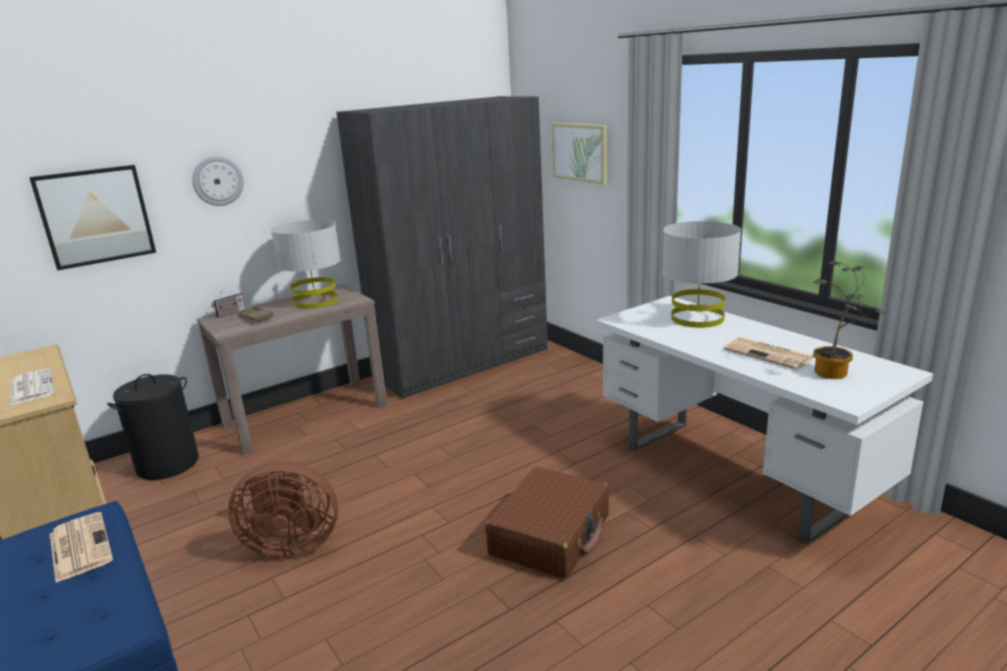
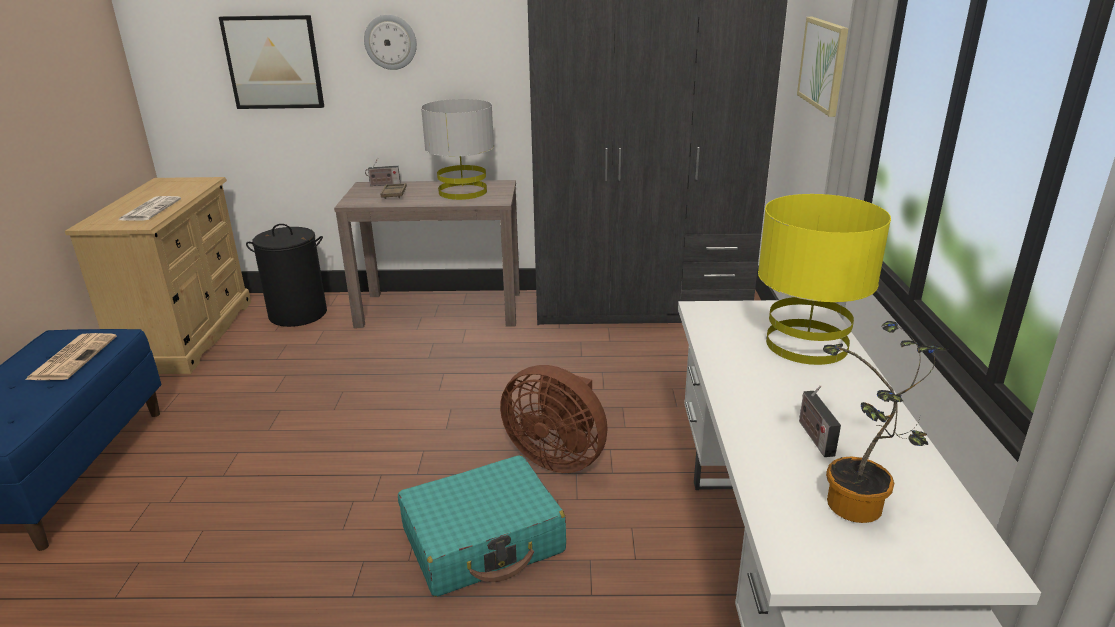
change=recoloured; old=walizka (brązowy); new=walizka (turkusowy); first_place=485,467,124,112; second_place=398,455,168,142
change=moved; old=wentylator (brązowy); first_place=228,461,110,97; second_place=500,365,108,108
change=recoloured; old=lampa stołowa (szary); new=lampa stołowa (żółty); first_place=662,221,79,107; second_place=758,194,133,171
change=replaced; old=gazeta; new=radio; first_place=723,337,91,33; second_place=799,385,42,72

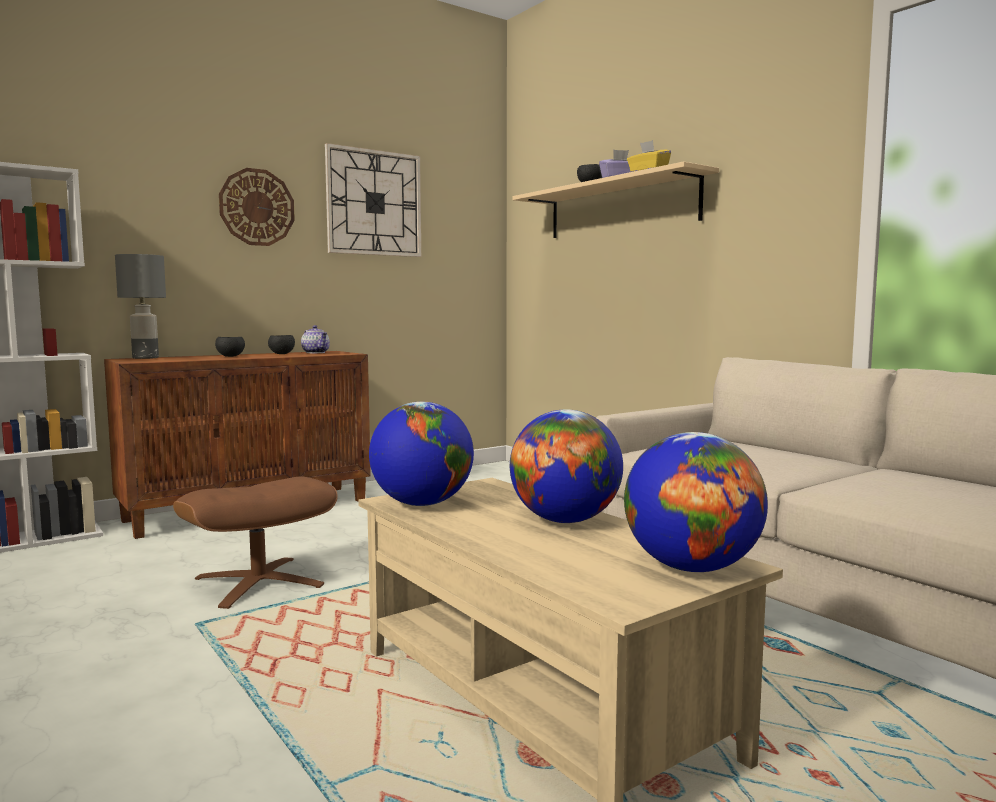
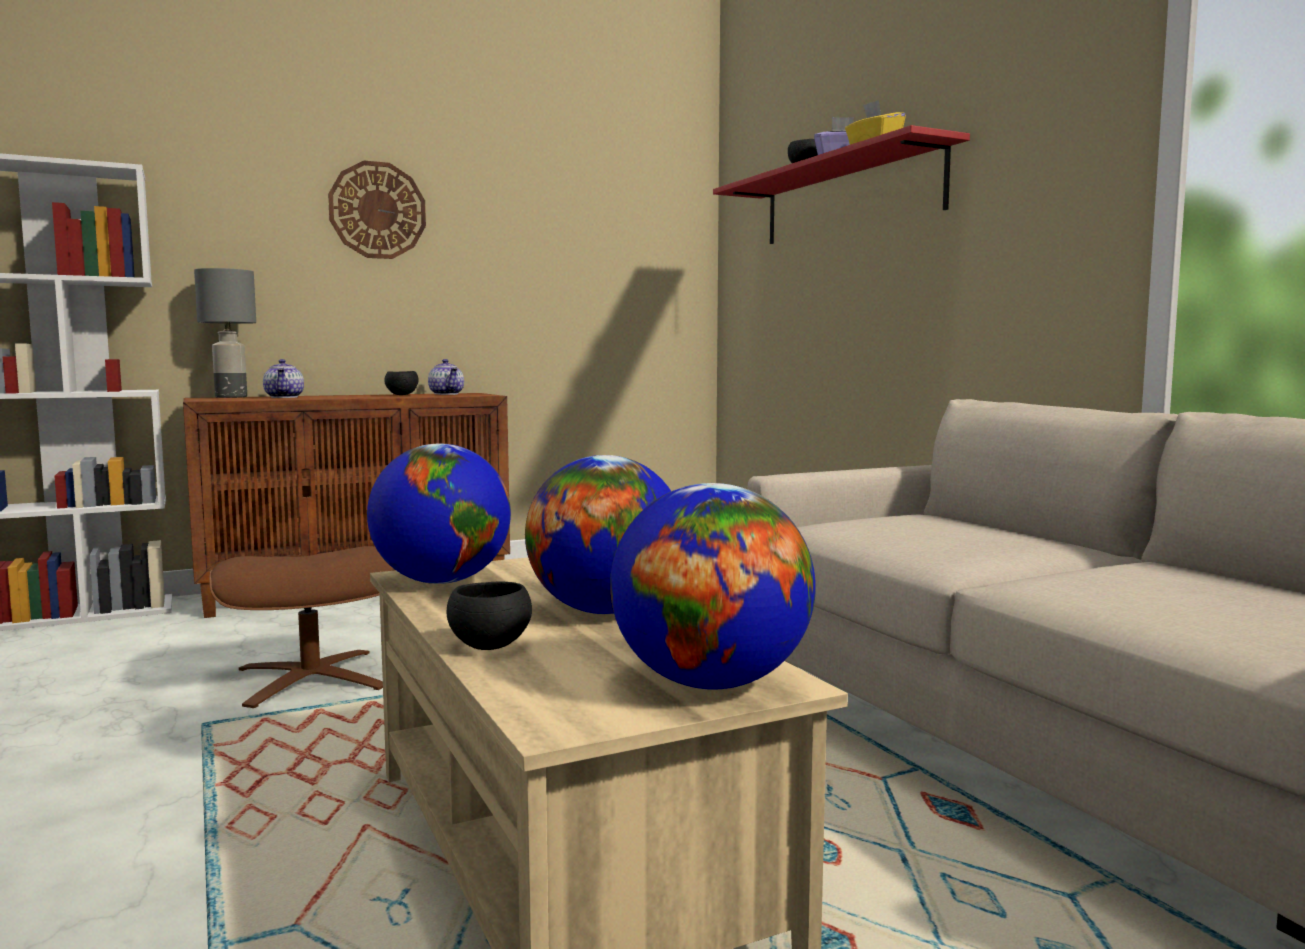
change=added; new=imbryk; second_place=263,359,41,39
change=moved; old=miska (czarny); first_place=215,337,30,20; second_place=447,581,85,69
change=recoloured; old=półka (beżowy); new=półka (czerwony); first_place=512,161,207,77; second_place=713,125,257,119
change=removed; old=zegar ścienny; first_place=325,143,96,114

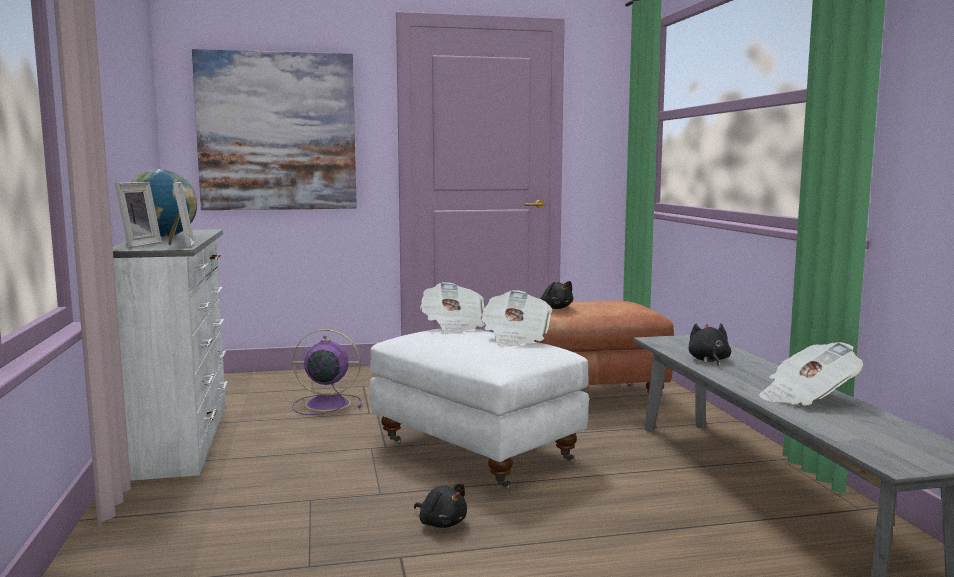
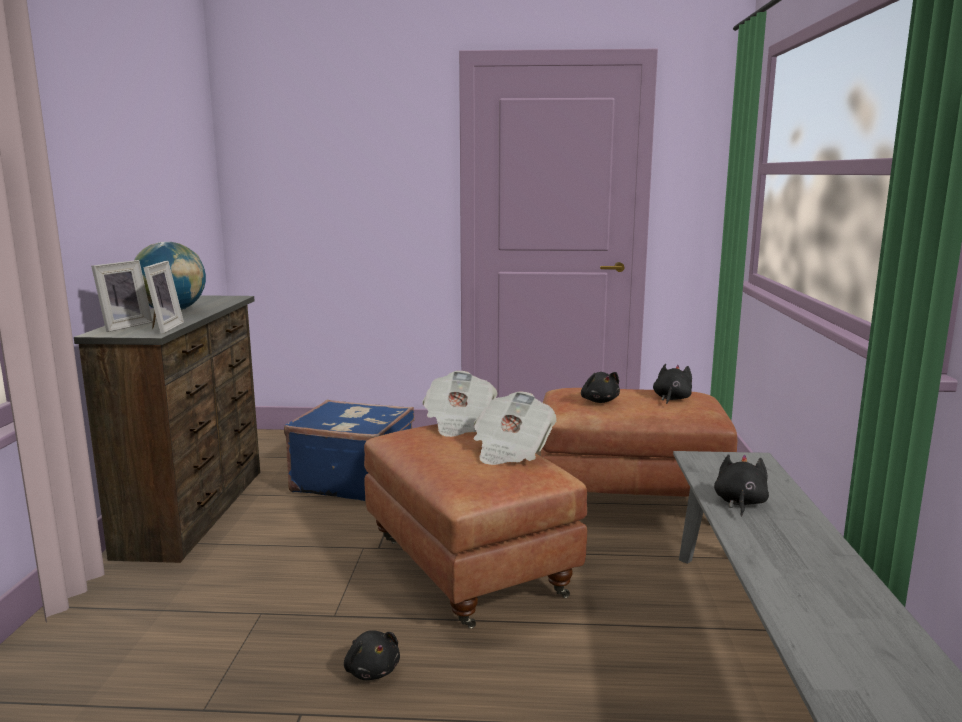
change=recoloured; old=komoda (biały); new=komoda (brązowy); first_place=113,229,115,252; second_place=74,295,186,268
change=replaced; old=wentylator (fioletowy); new=walizka (niebieski); first_place=292,329,69,86; second_place=284,400,131,101
change=recoloured; old=pufa (biały); new=pufa (brązowy); first_place=370,328,219,160; second_place=364,424,224,204
change=added; new=pluszak (czarny); second_place=653,364,39,40
change=removed; old=obraz; first_place=192,49,165,161
change=removed; old=gazeta; first_place=759,342,104,63

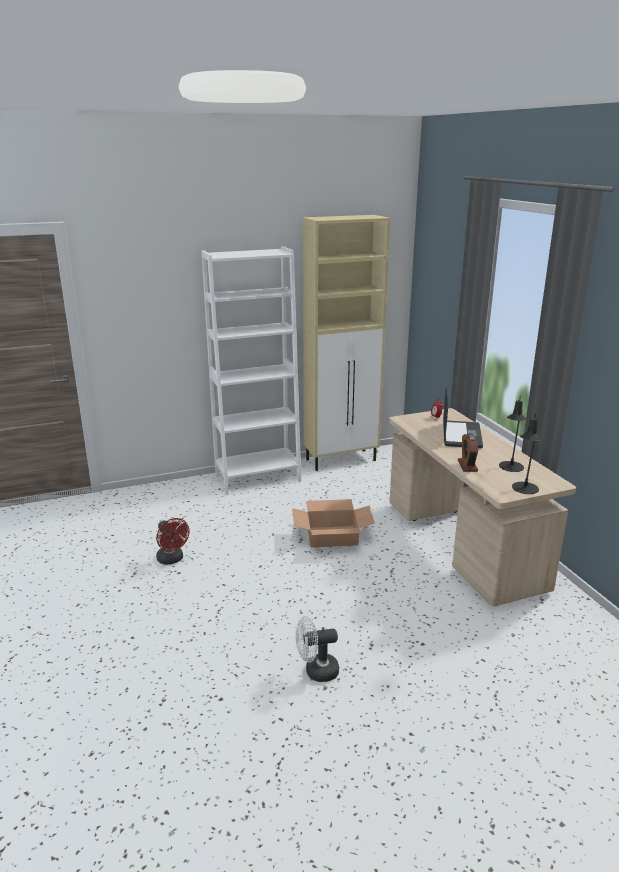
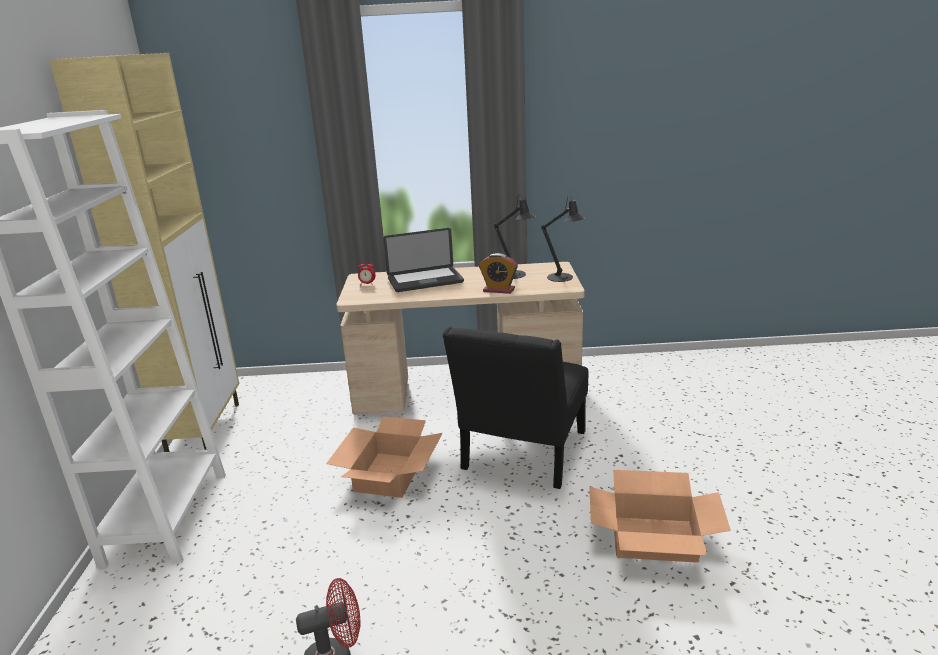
change=turned; old=laptop; first_place=443,388,40,60; second_place=383,228,81,64; degrees=135
change=added; new=krzesło (czarny); second_place=442,327,146,162
change=replaced; old=wentylator (biały); new=karton; first_place=295,616,44,66; second_place=590,470,141,93

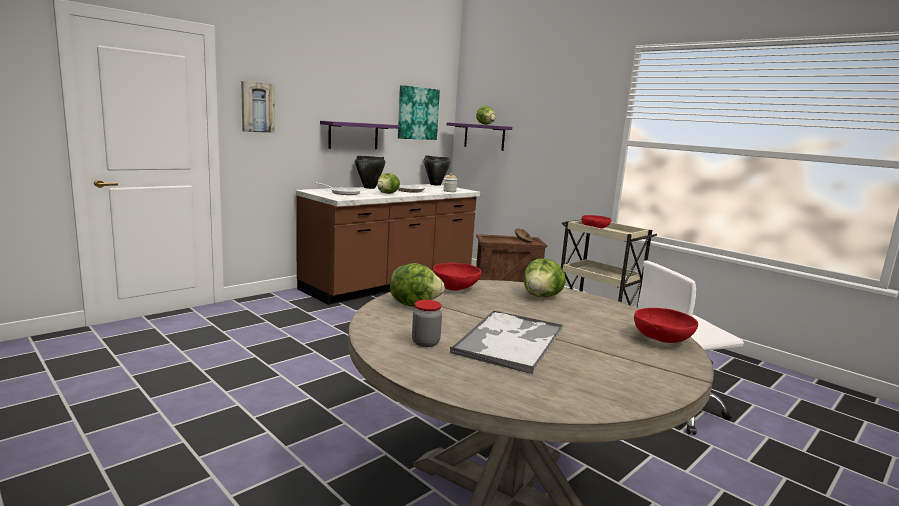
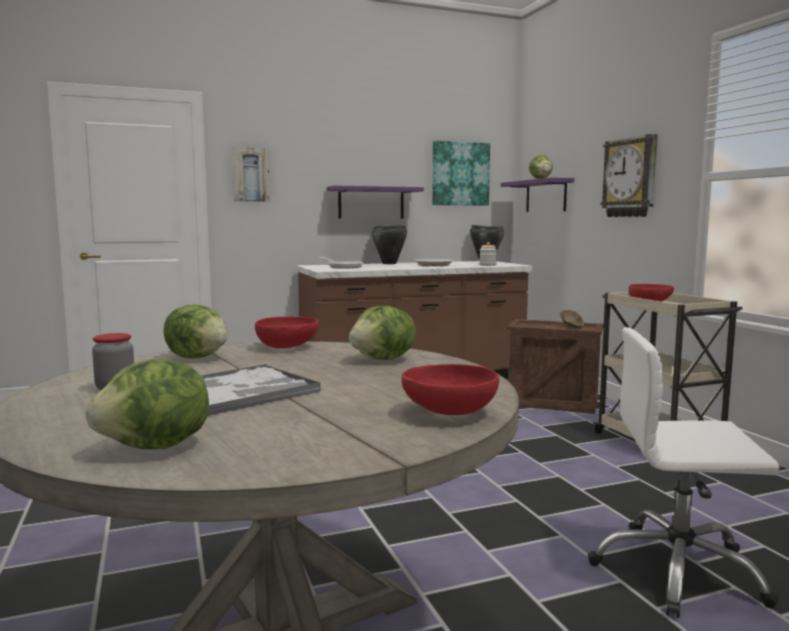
change=moved; old=sałata; first_place=377,173,23,21; second_place=85,359,124,90
change=added; new=zegar ścienny; second_place=600,134,58,83

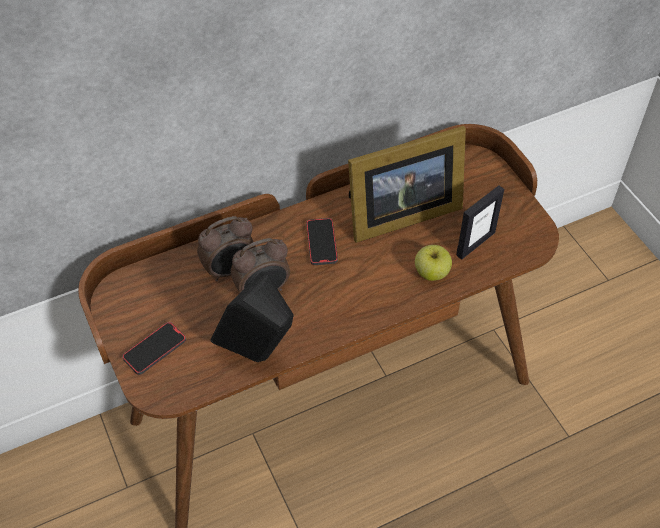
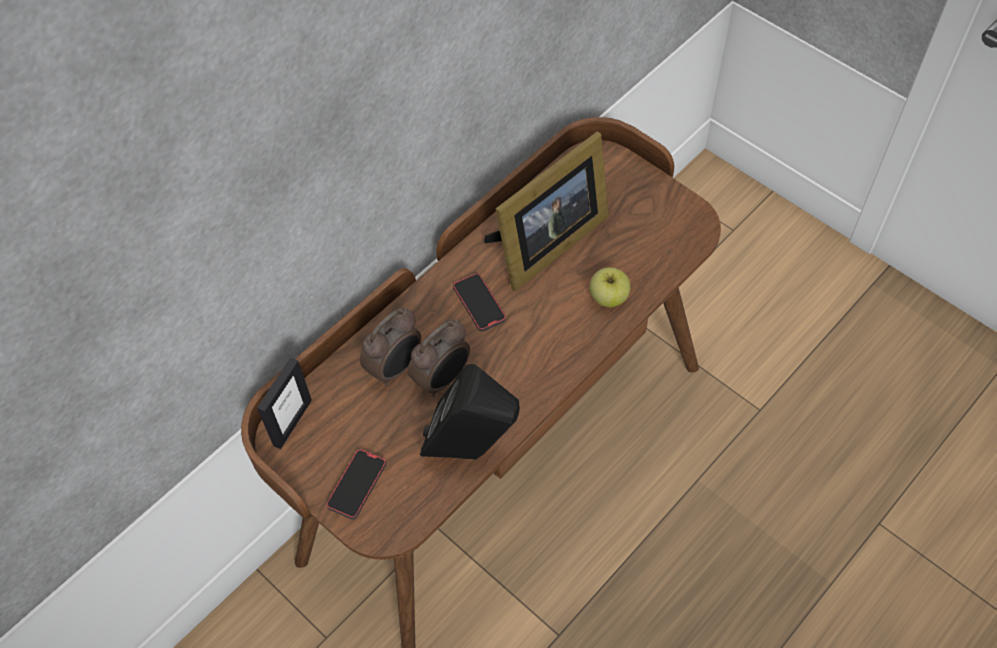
change=moved; old=ramka na zdjęcie; first_place=456,185,48,75; second_place=257,357,55,92

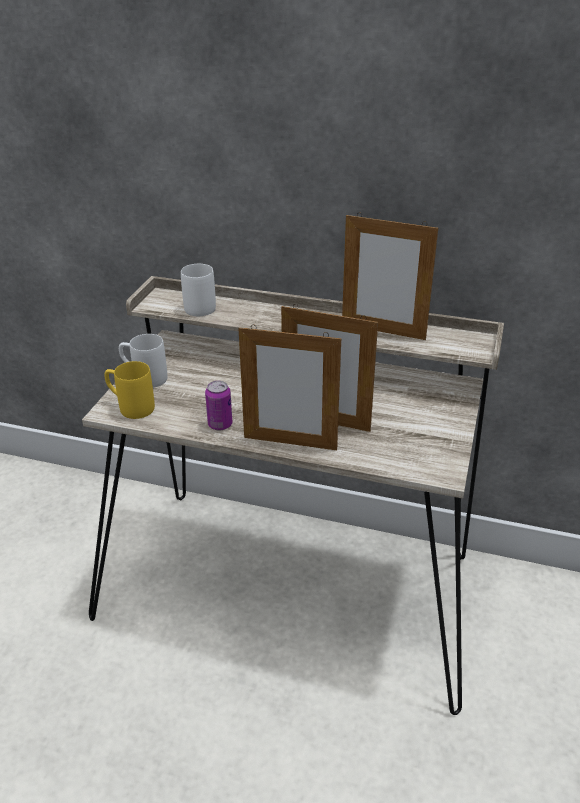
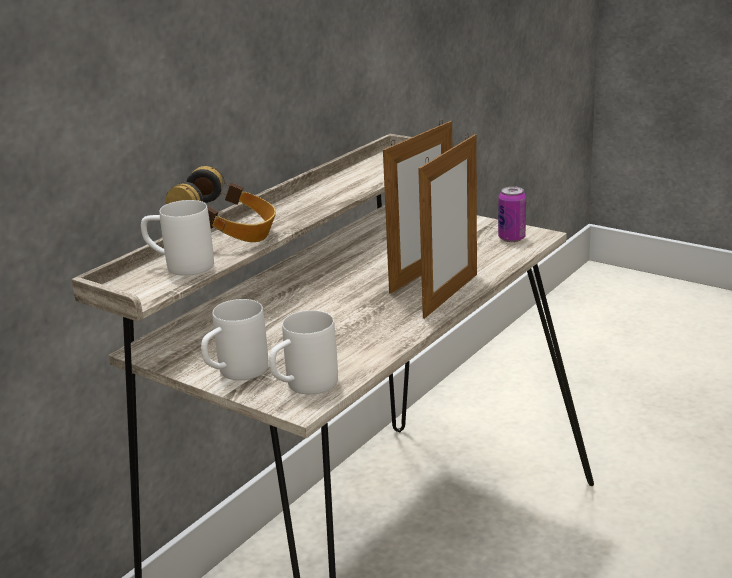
change=added; new=słuchawki; second_place=166,166,110,76
change=recoloured; old=kubek (żółty); new=kubek (biały); first_place=104,361,51,58; second_place=269,310,69,85
change=moved; old=puszka; first_place=205,381,27,49; second_place=498,186,28,56
change=removed; old=ramka na zdjęcie; first_place=342,212,96,128

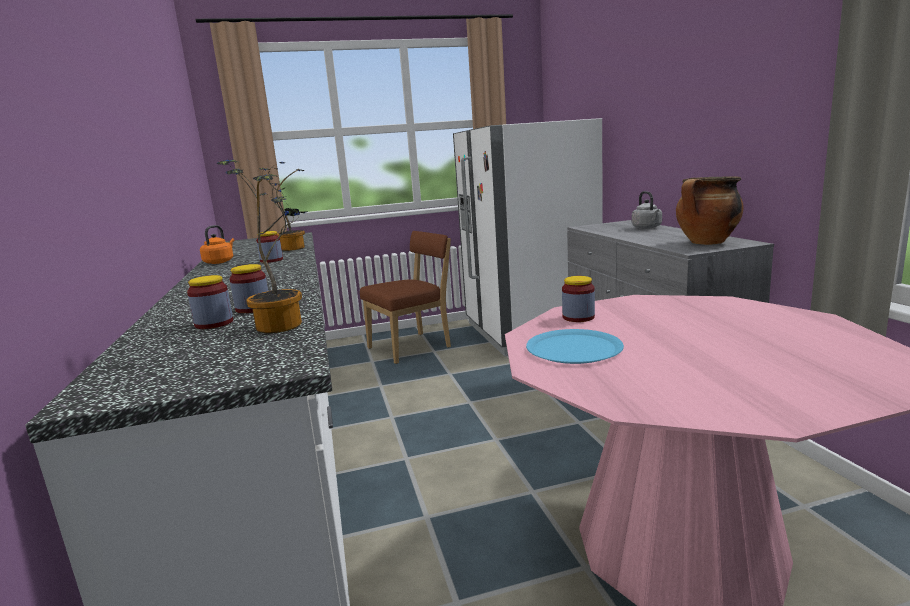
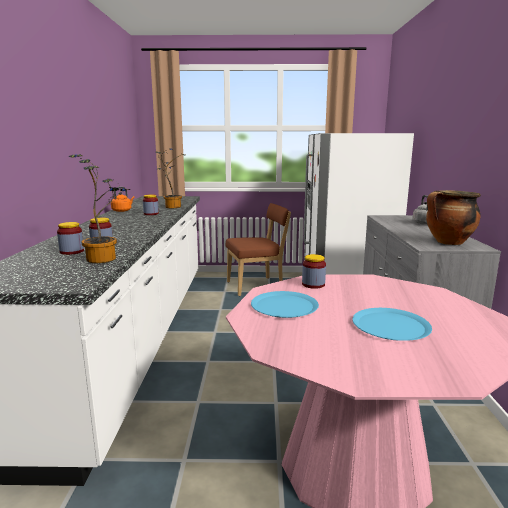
change=added; new=talerz (niebieski); second_place=353,308,79,33

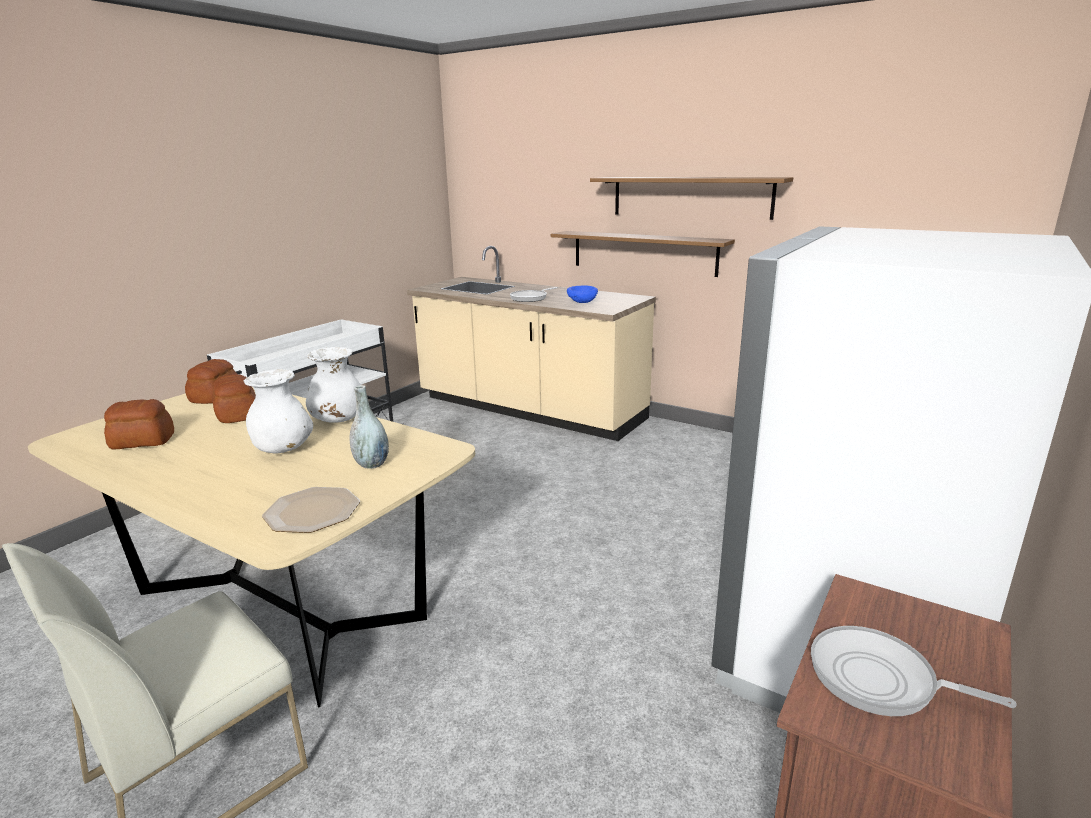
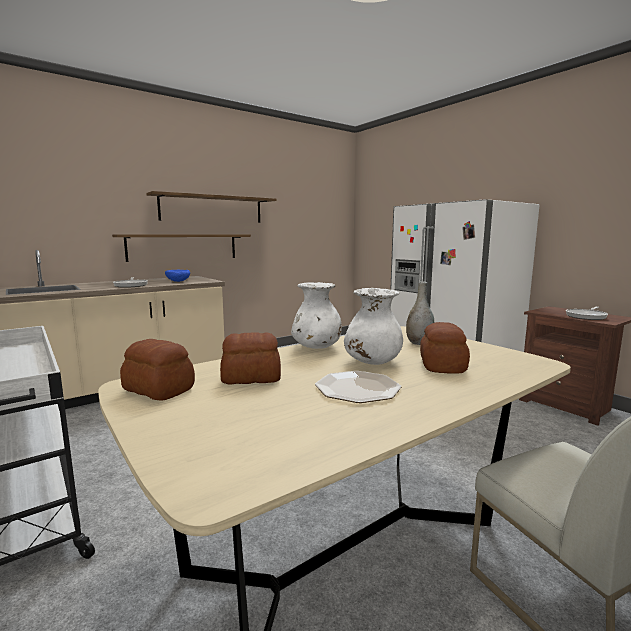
change=moved; old=talerz; first_place=262,487,98,46; second_place=315,371,86,32
change=moved; old=chleb; first_place=104,399,70,50; second_place=420,322,50,52

